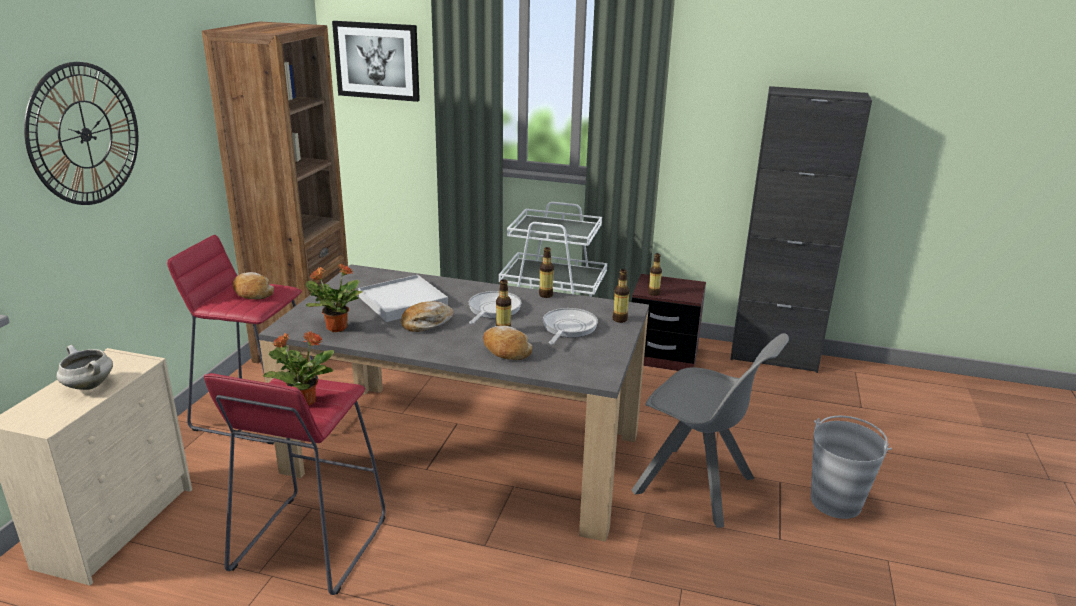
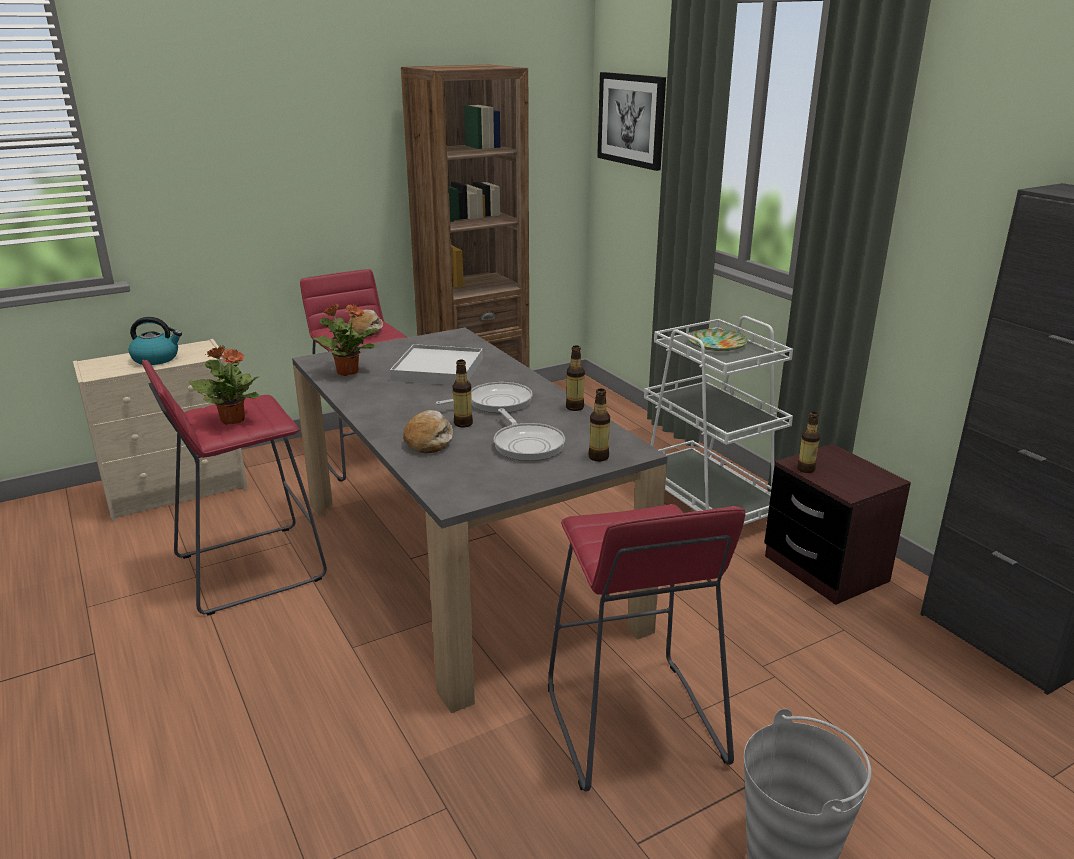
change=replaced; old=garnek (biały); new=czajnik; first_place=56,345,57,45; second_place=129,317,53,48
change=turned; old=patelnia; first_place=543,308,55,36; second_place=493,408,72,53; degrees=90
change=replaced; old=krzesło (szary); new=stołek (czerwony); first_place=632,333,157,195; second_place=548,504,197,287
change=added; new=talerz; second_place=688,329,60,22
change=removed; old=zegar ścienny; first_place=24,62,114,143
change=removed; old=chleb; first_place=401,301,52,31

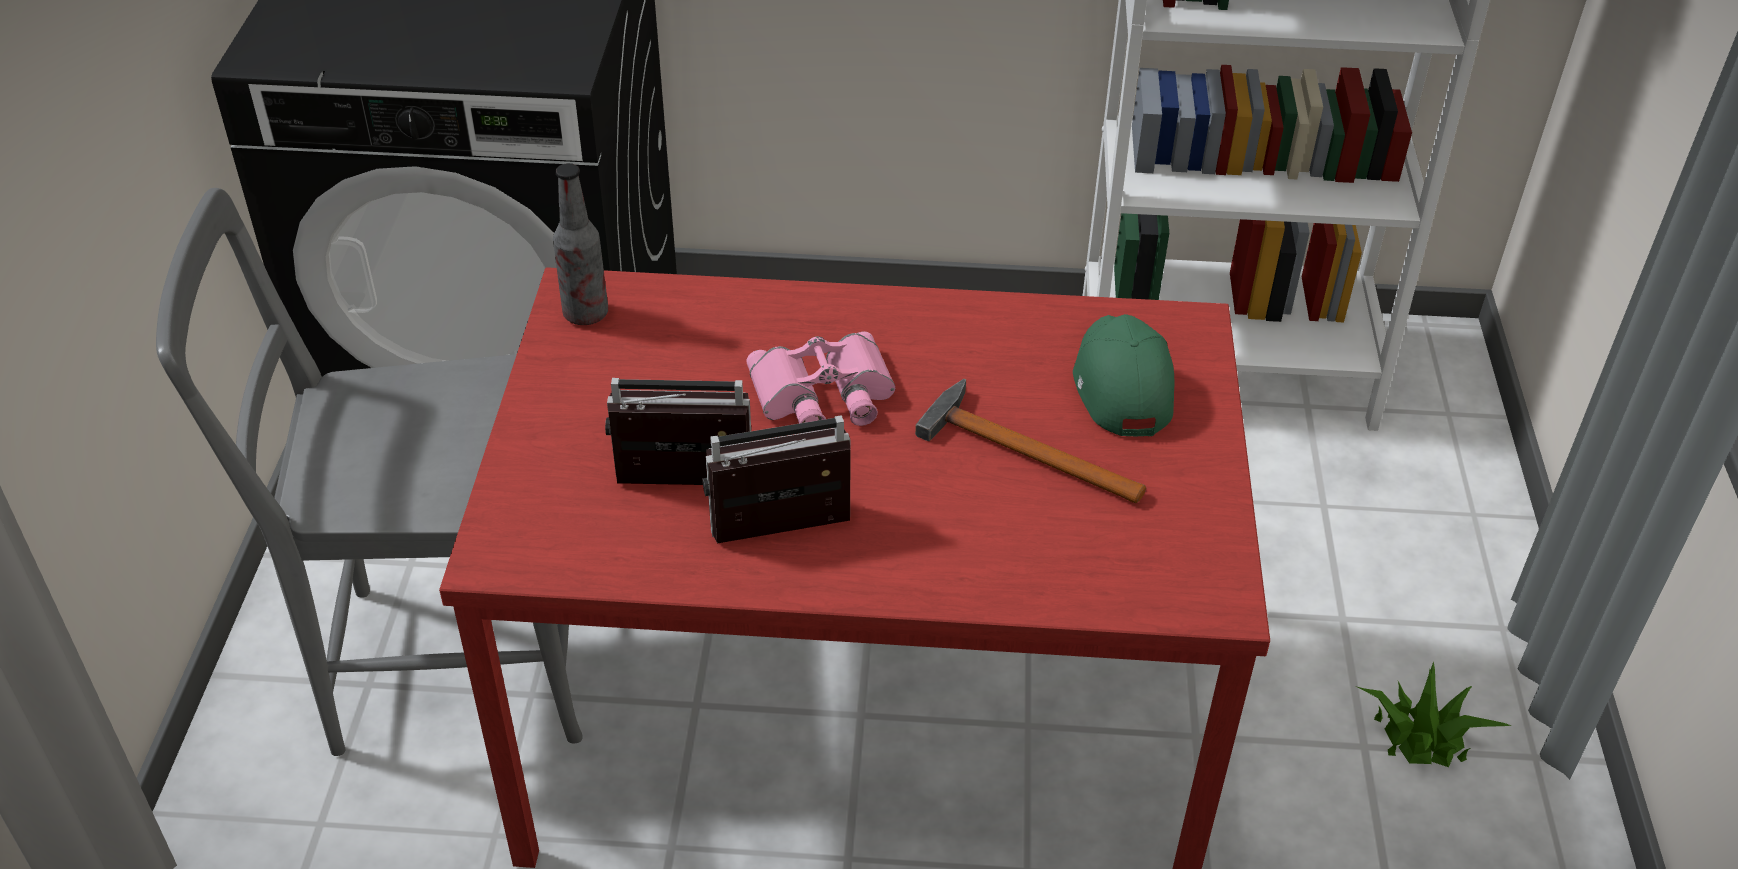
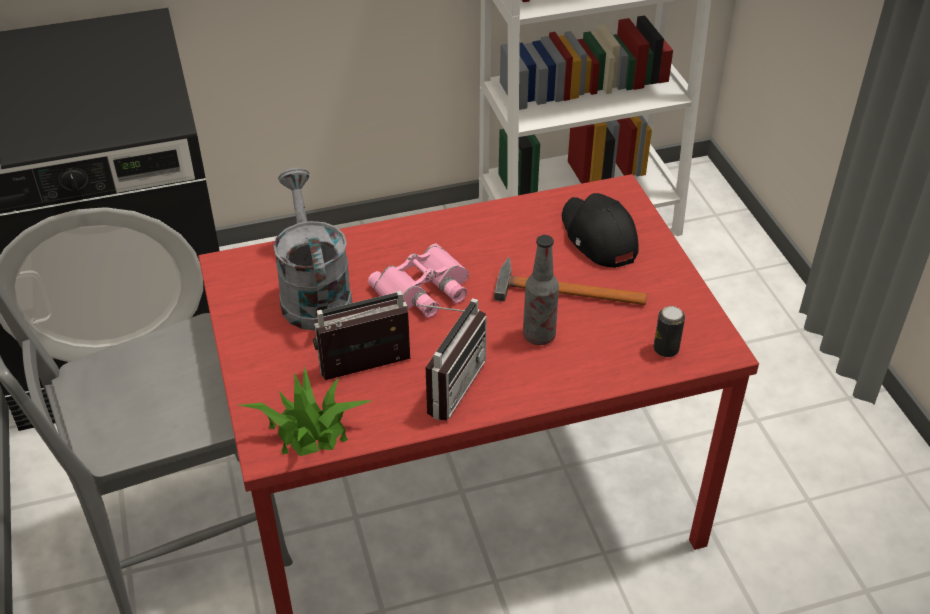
change=moved; old=roślina doniczkowa; first_place=1358,661,153,106; second_place=239,366,132,90
change=added; new=konewka (szary); second_place=273,168,80,162
change=turned; old=radio; first_place=702,415,149,128; second_place=416,298,71,123; degrees=150
change=moved; old=butelka; first_place=553,163,55,162; second_place=523,235,36,110
change=recoloured; old=czapka z daszkiem (zielony); new=czapka z daszkiem (czarny); first_place=1073,314,101,122; second_place=562,193,77,75
change=added; new=puszka; second_place=654,306,31,51

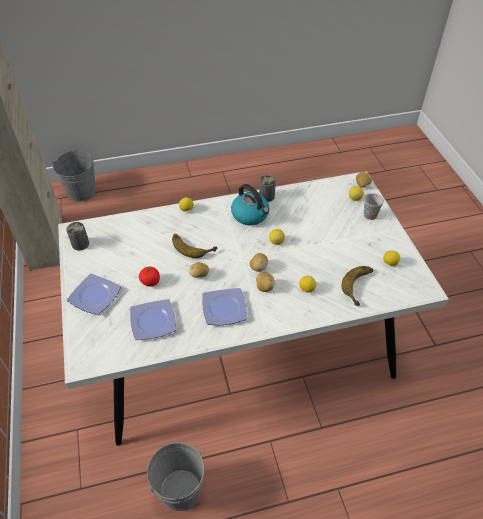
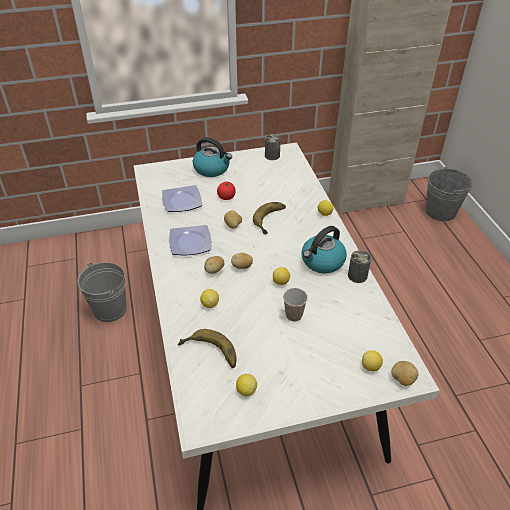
change=replaced; old=talerz; new=czajnik; first_place=67,274,54,41; second_place=193,137,39,40
change=moved; old=filiżanka; first_place=364,193,20,27; second_place=283,288,25,34

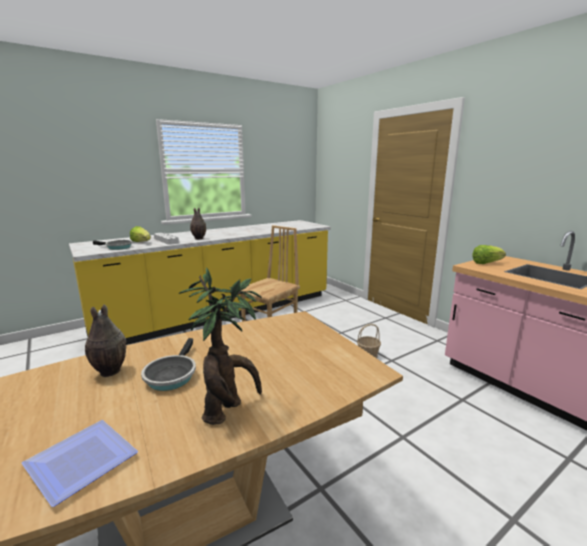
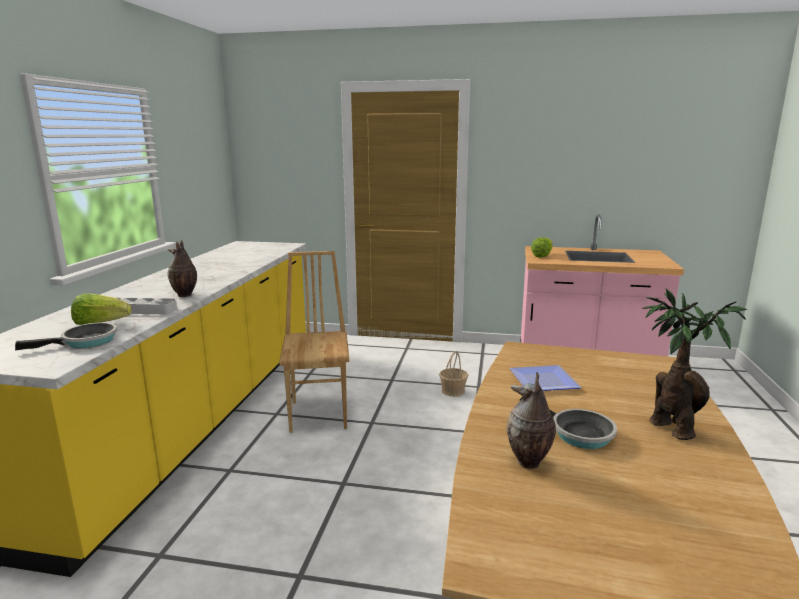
change=moved; old=talerz; first_place=21,420,117,87; second_place=509,365,73,26

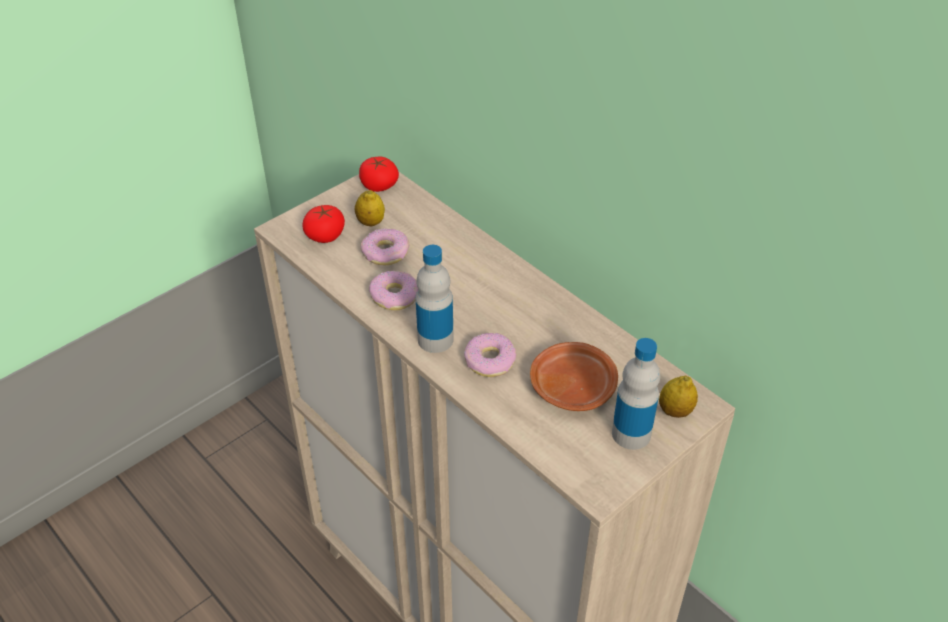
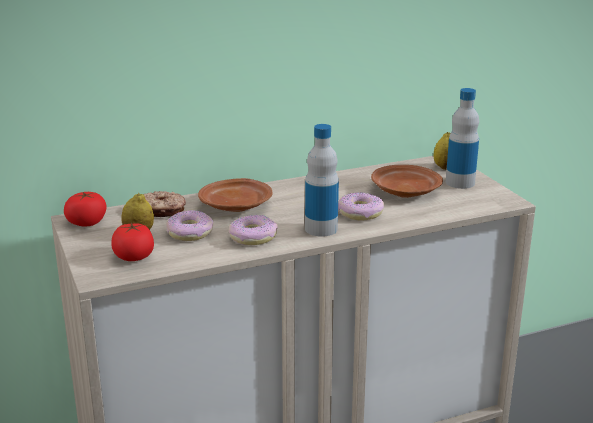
change=added; new=donut; second_place=144,191,42,26
change=added; new=talerz (brązowy); second_place=198,178,74,34

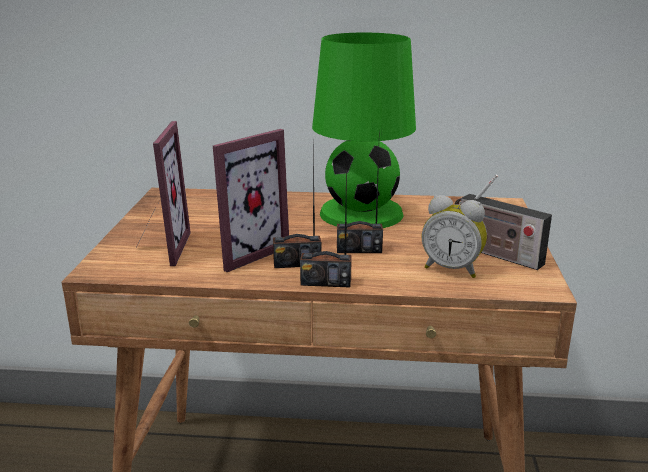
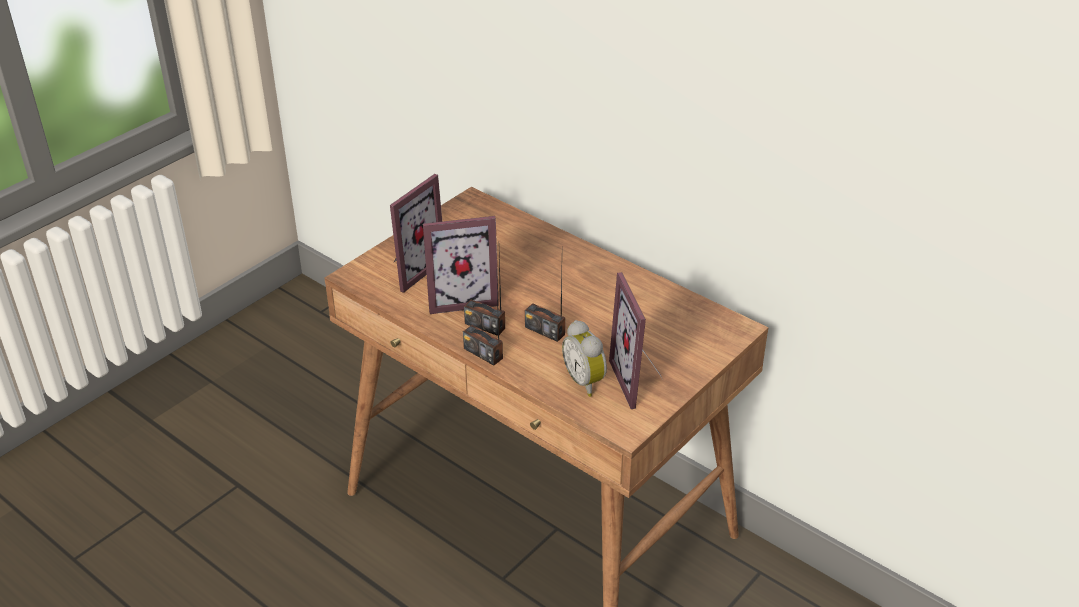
change=replaced; old=radio; new=ramka na zdjęcie; first_place=455,175,97,95; second_place=609,272,54,137
change=removed; old=lampa stołowa (zielony); first_place=312,33,104,195

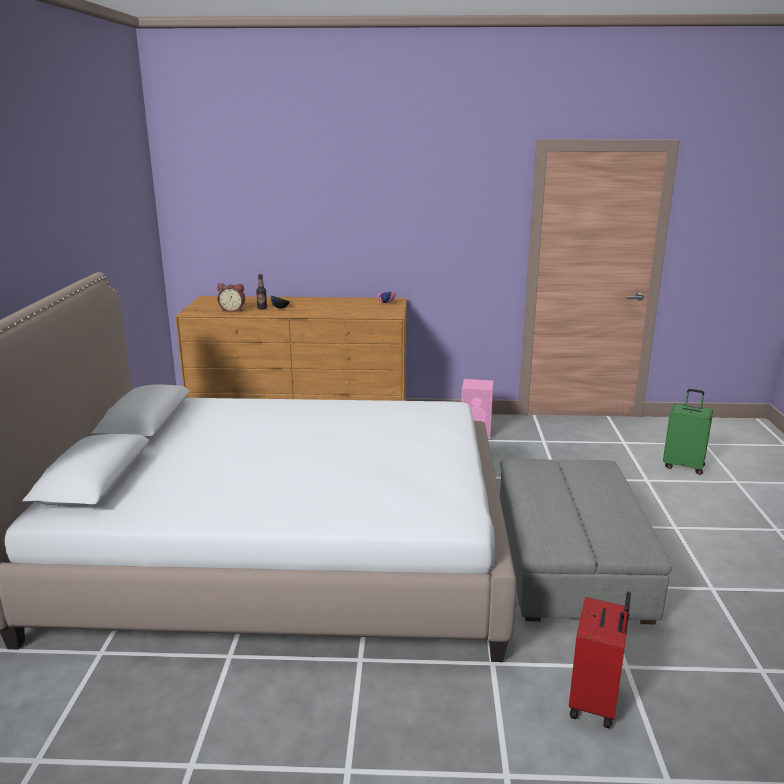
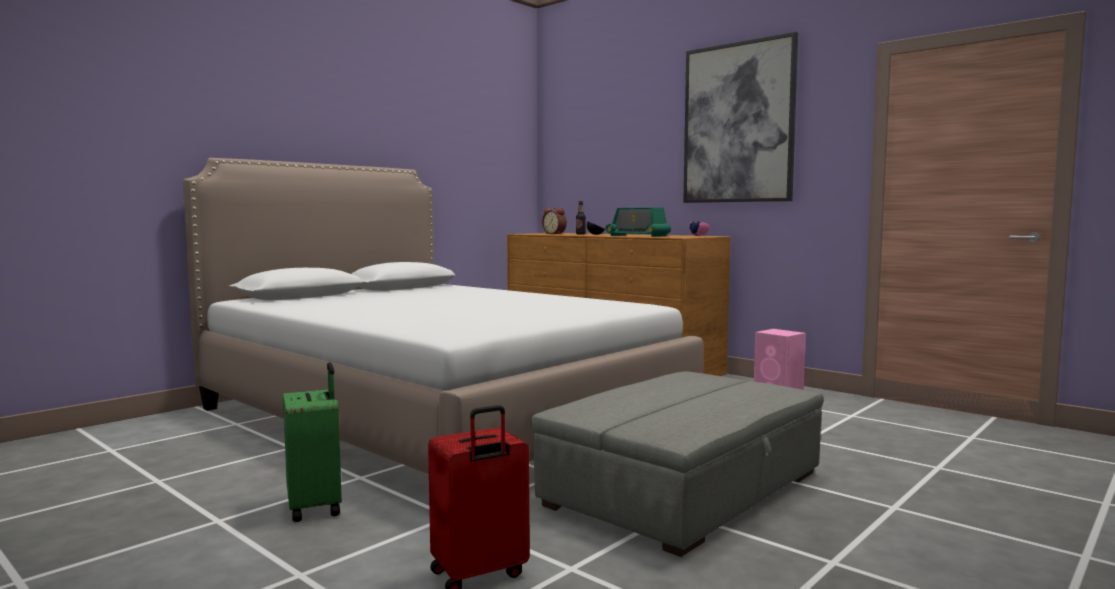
change=moved; old=walizka (zielony); first_place=663,389,50,86; second_place=283,362,59,160
change=added; new=radio; second_place=605,207,66,30
change=added; new=obraz; second_place=683,32,115,171

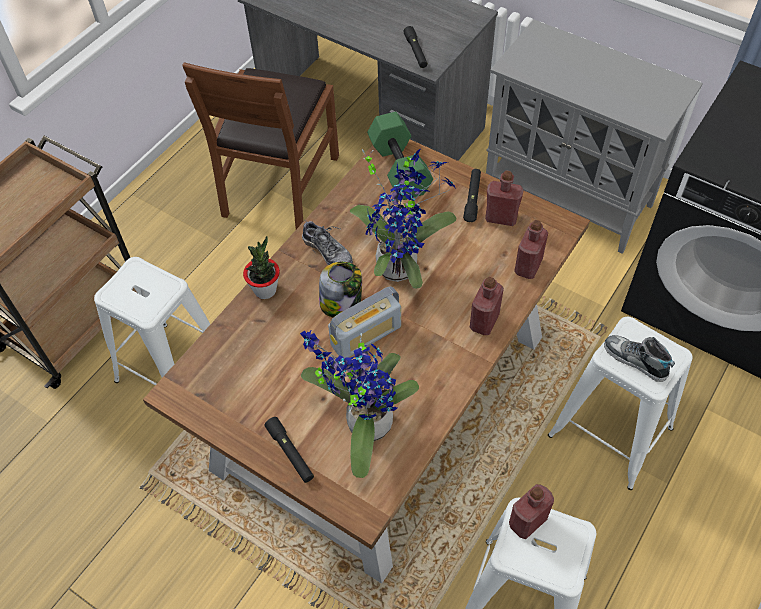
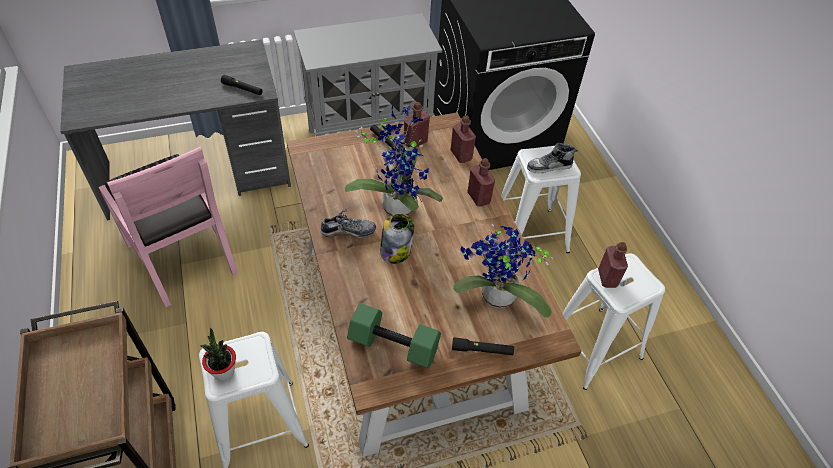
change=recoloured; old=krzesło (brązowy); new=krzesło (różowy); first_place=182,62,157,167; second_place=99,146,139,161
change=moved; old=roślina doniczkowa; first_place=243,236,37,63; second_place=200,327,36,54
change=moved; old=hantel (zielony); first_place=367,112,66,88; second_place=347,303,94,66
change=removed; old=radio; first_place=328,286,73,73

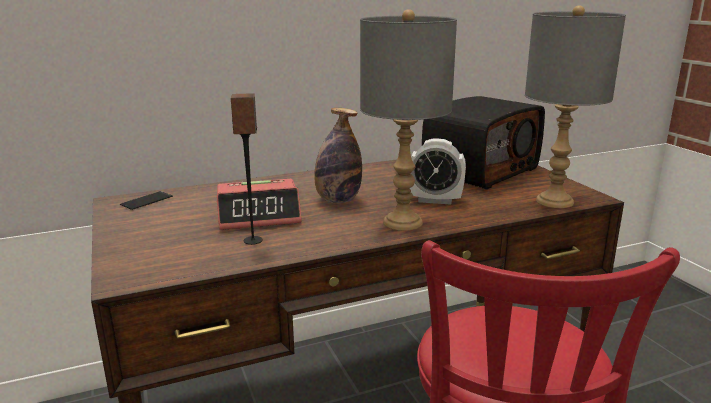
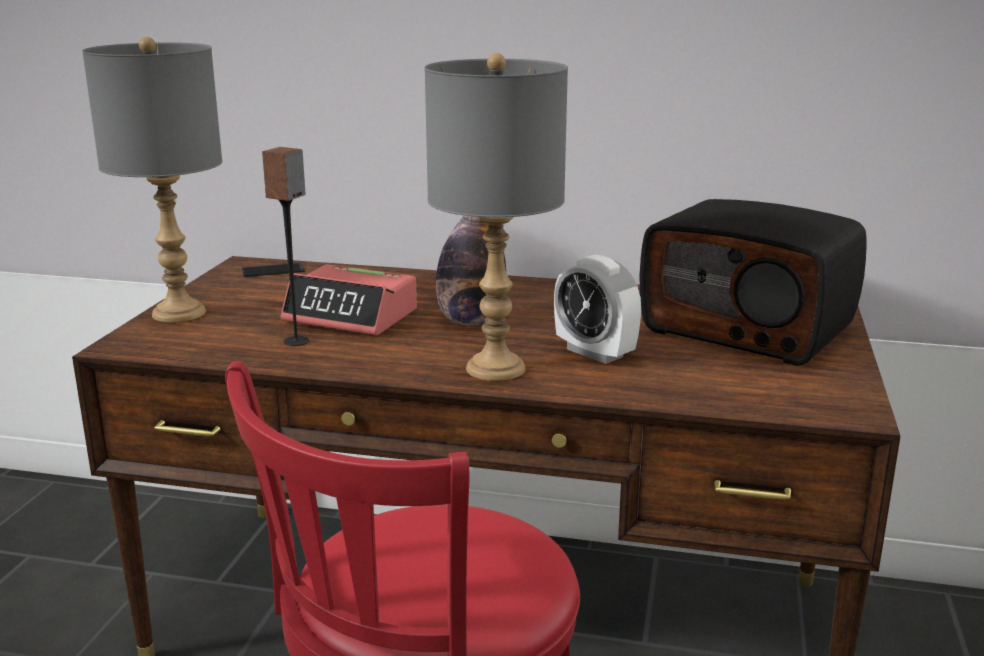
change=moved; old=lampa stołowa (szary); first_place=525,5,101,203; second_place=82,37,140,286
change=turned; old=radio; first_place=422,96,123,93; second_place=640,199,227,167; degrees=45

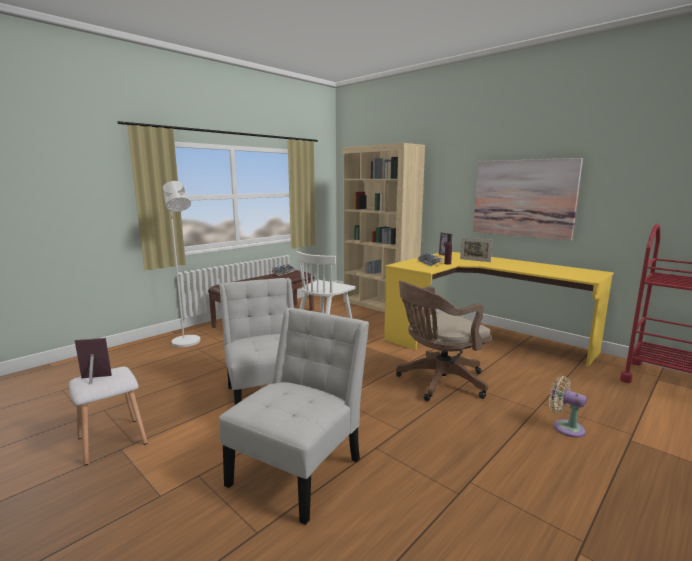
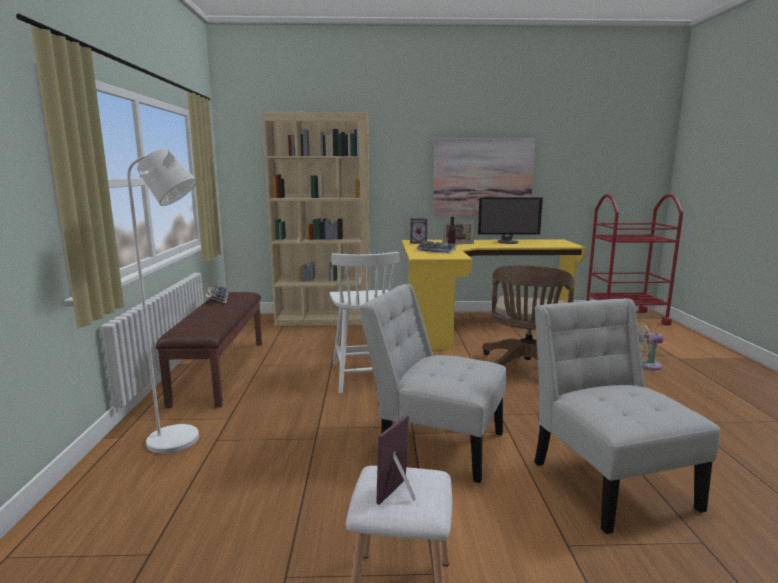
change=added; new=monitor; second_place=478,197,65,47

